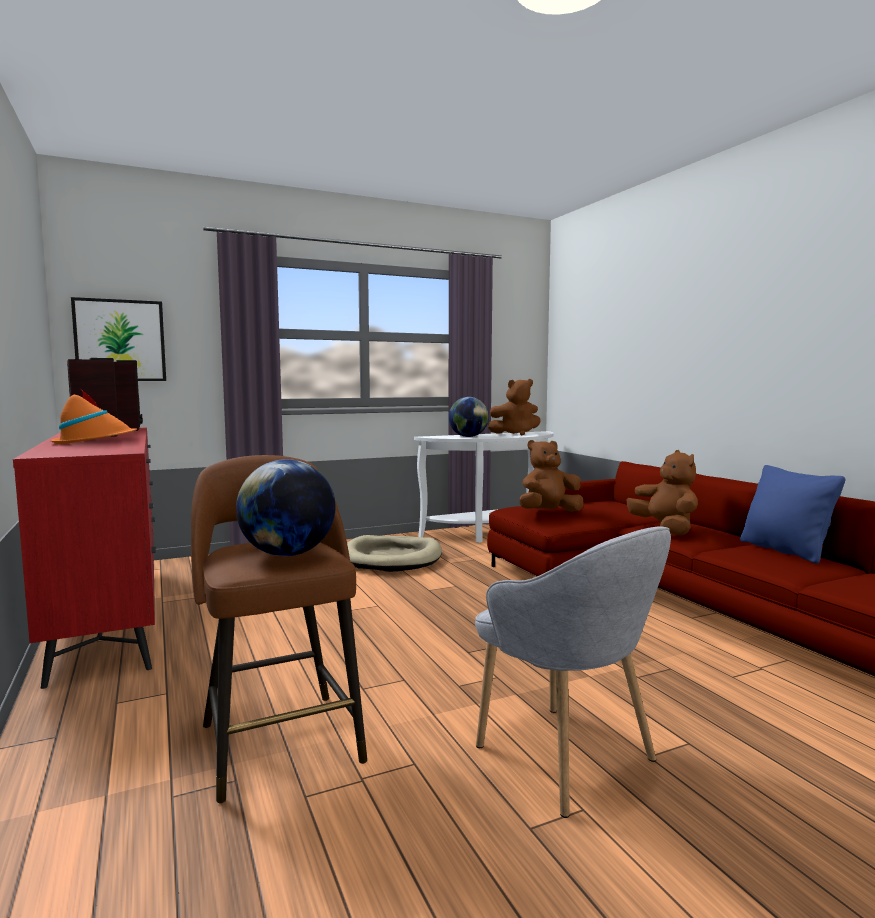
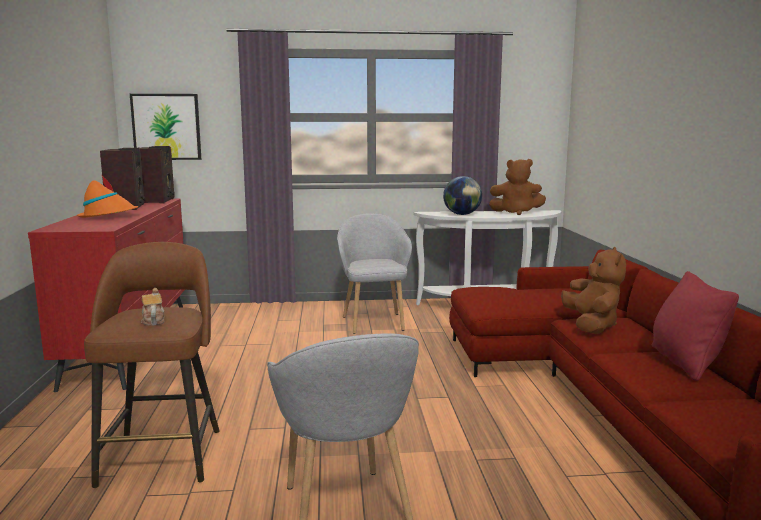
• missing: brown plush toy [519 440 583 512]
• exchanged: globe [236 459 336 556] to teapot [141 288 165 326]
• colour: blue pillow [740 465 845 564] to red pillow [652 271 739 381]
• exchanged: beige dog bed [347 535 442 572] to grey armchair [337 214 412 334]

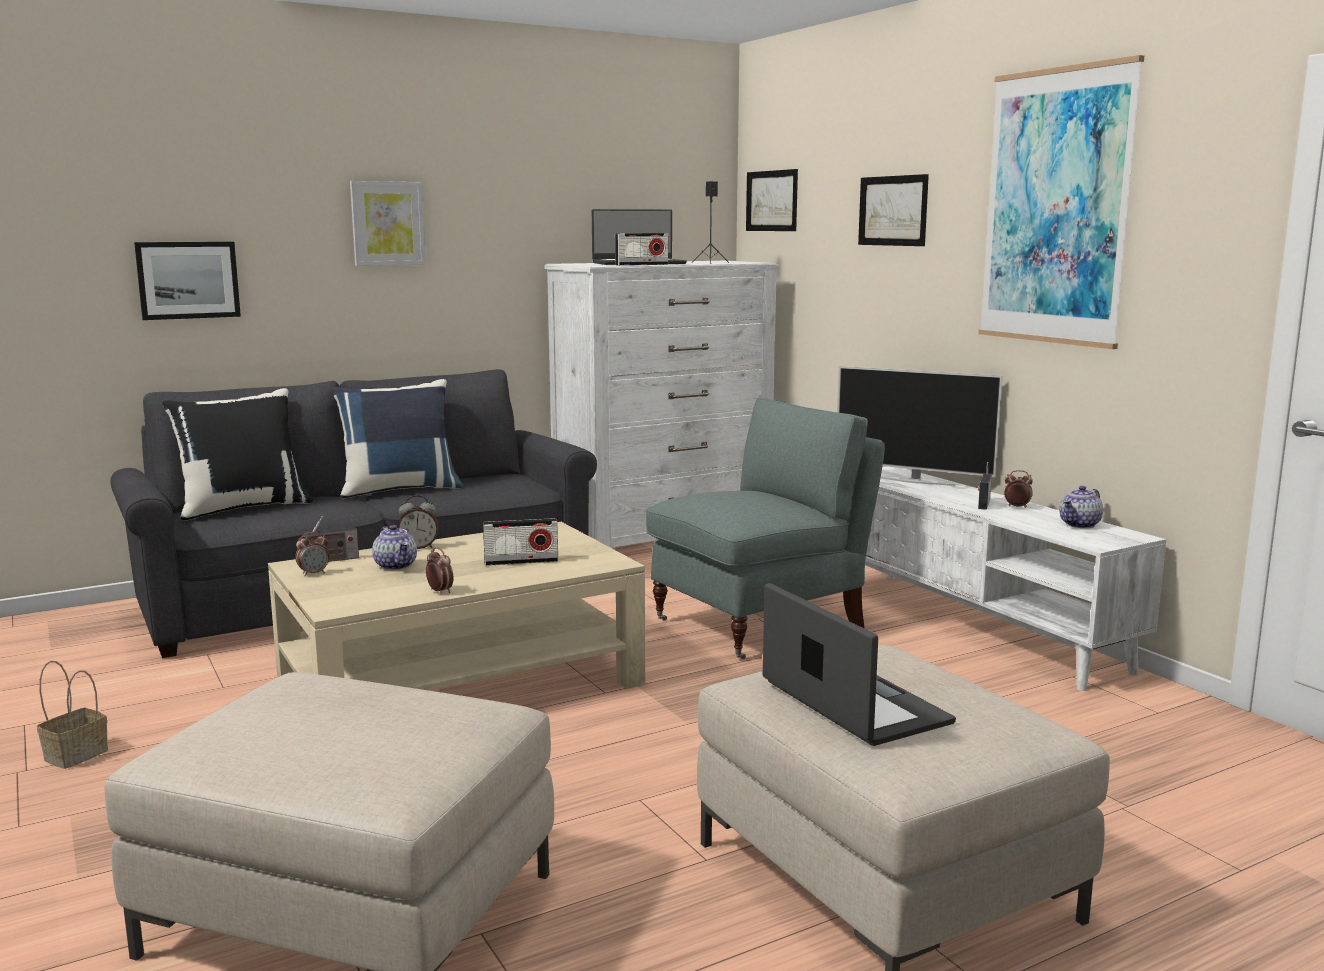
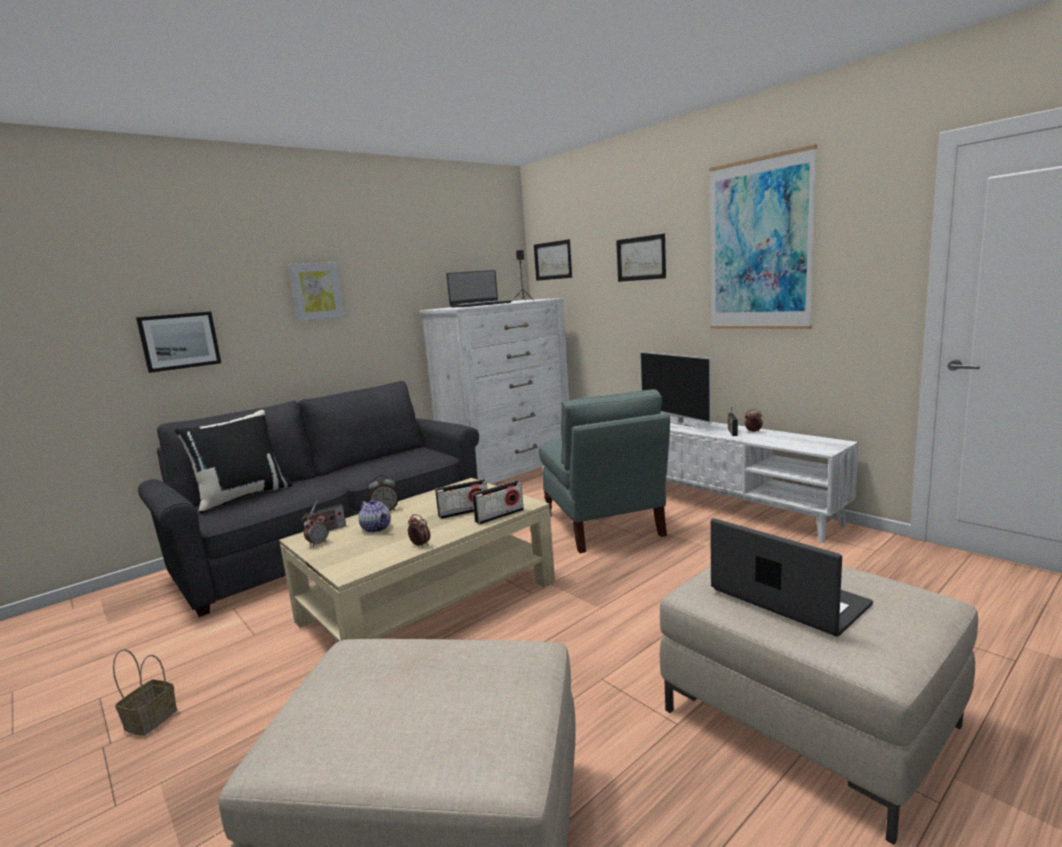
• relocated: radio [615 233 668 266] to [472 481 524 524]
• spun: television [837 366 1003 486] = [640 352 712 427] 45 degrees clockwise
• missing: blue pillow [331 379 463 499]
• spun: grey armchair [646 398 885 659] = [539 389 670 553] 120 degrees clockwise
• missing: teapot [1060 486 1103 528]

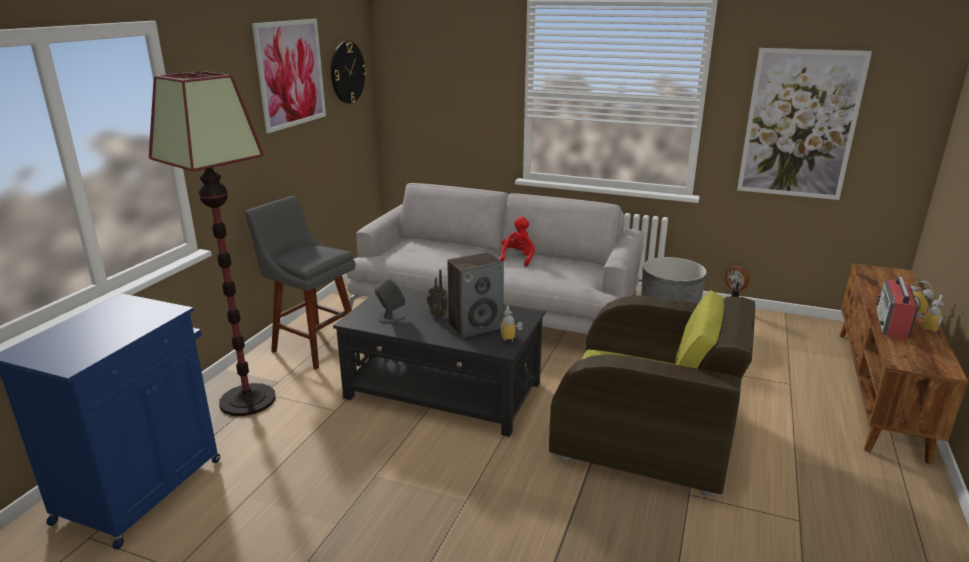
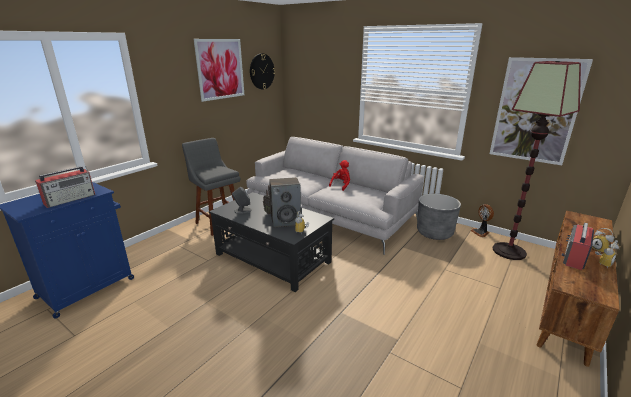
• relocated: floor lamp [149 71 276 416] to [493 61 581 260]
• missing: brown armchair [549 290 755 497]
• appeared: radio [35 166 95 208]

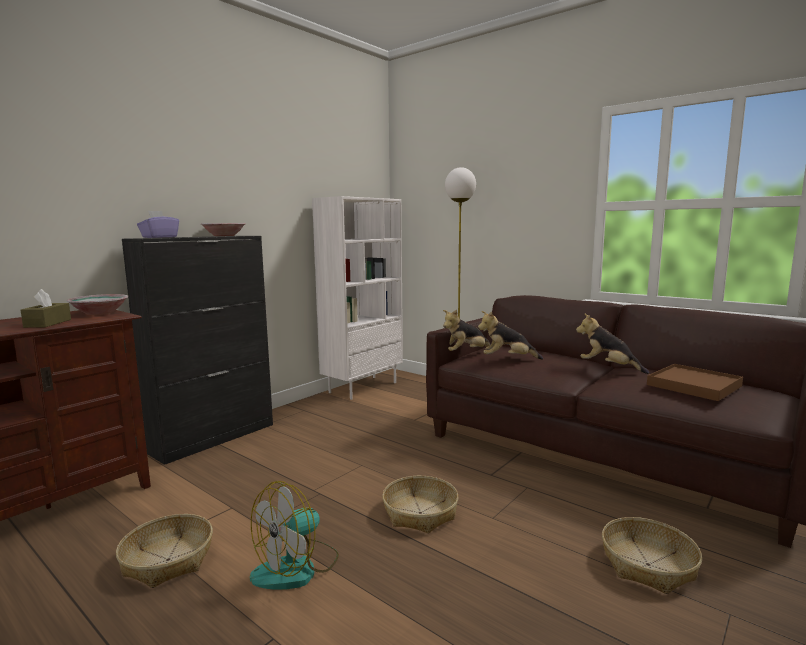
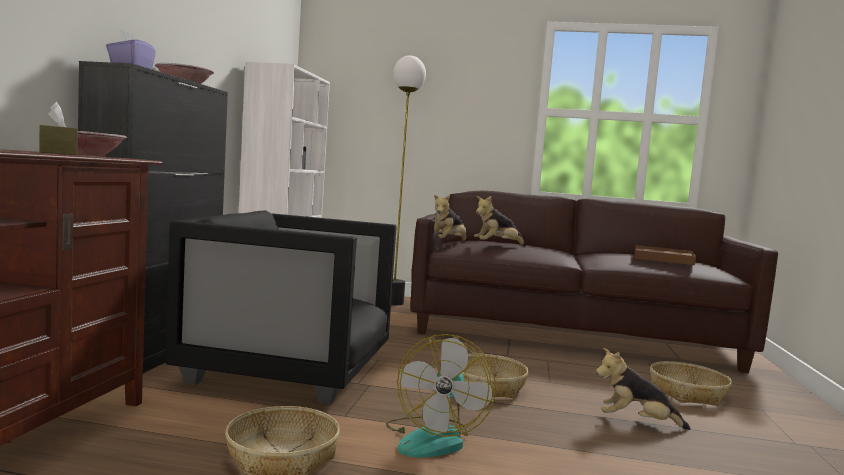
• relocated: plush toy [576 313 649 374] to [596 348 690 430]
• appeared: black armchair [165 211 397 405]

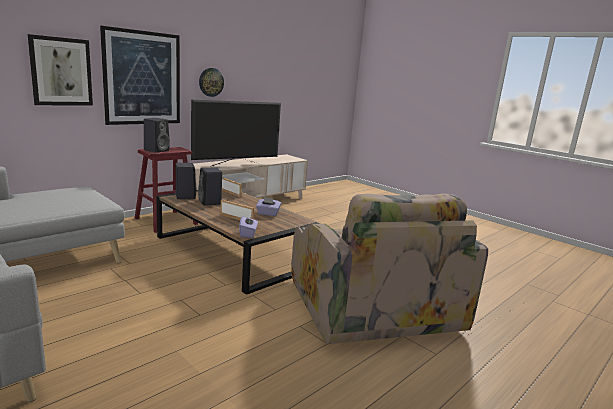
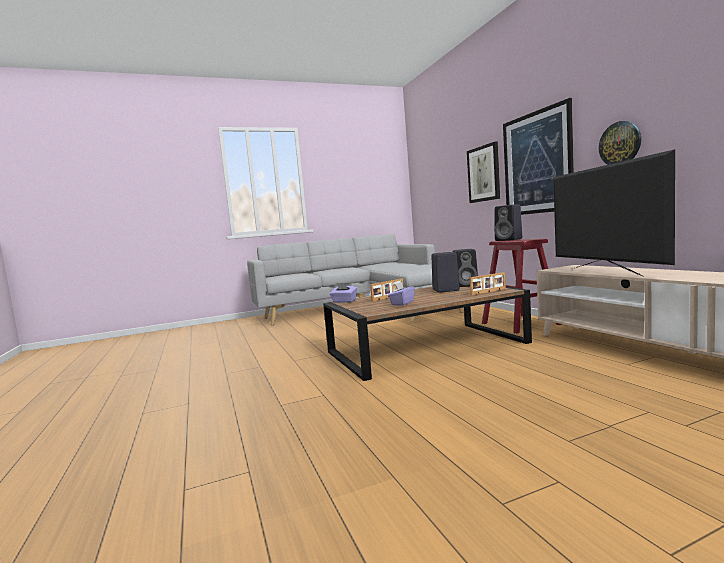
• missing: armchair [291 194 488 344]

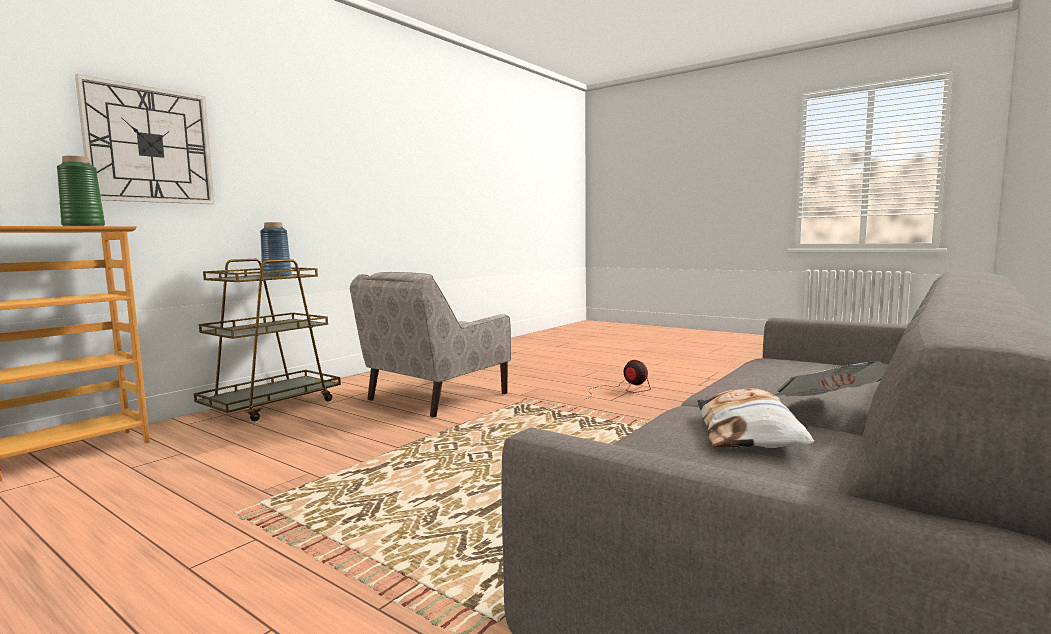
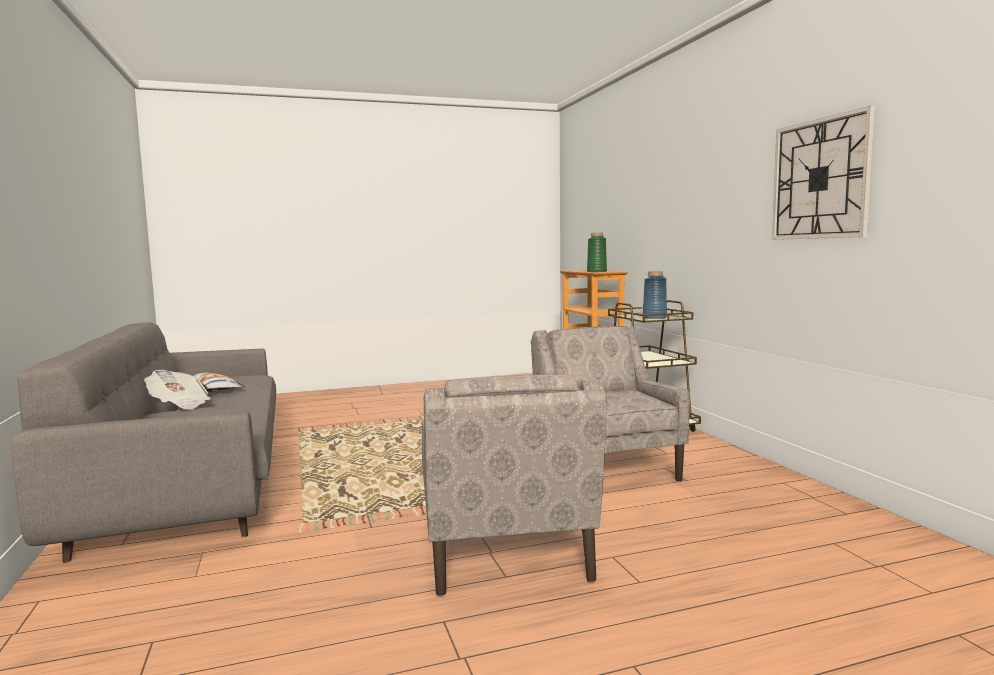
• relocated: wall clock [75 74 215 204] to [772 106 875 240]
• exchanged: fan [586 360 651 399] to beige armchair [422 374 608 596]

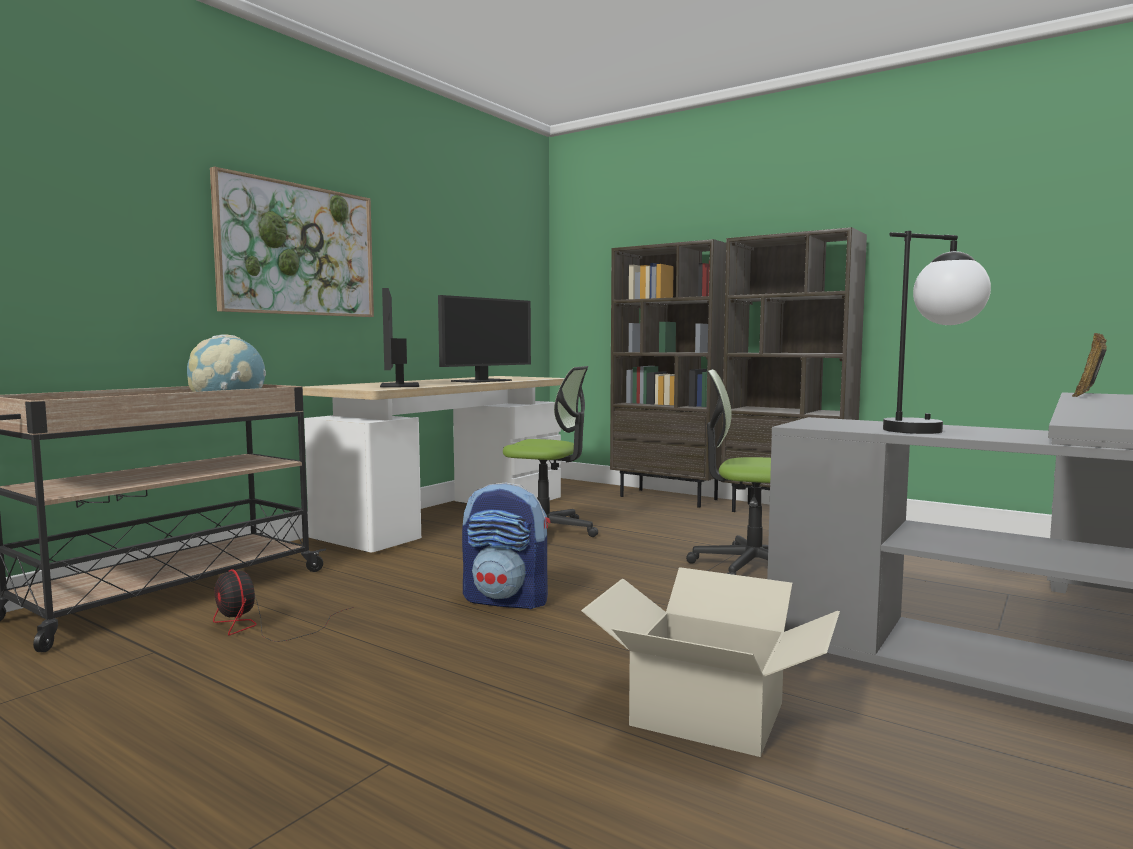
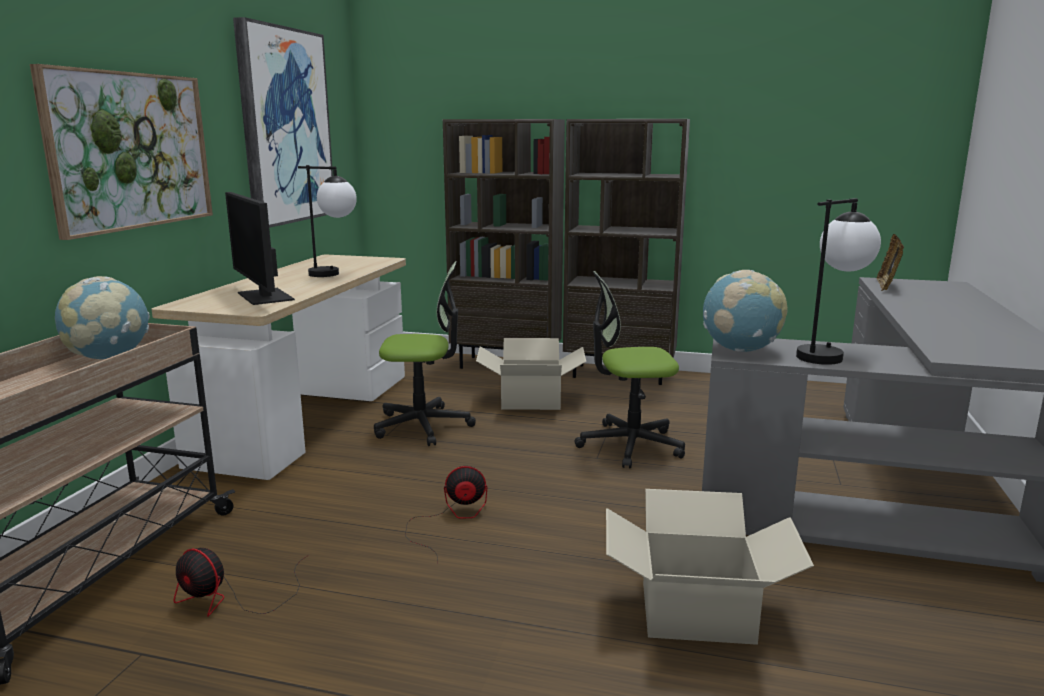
• exchanged: monitor [438 295 531 383] to table lamp [298 165 357 277]
• exchanged: backpack [462 482 550 609] to fan [405 466 487 564]
• appeared: picture [233 17 333 228]
• appeared: globe [703 270 788 352]
• appeared: cardboard box [476 338 586 410]

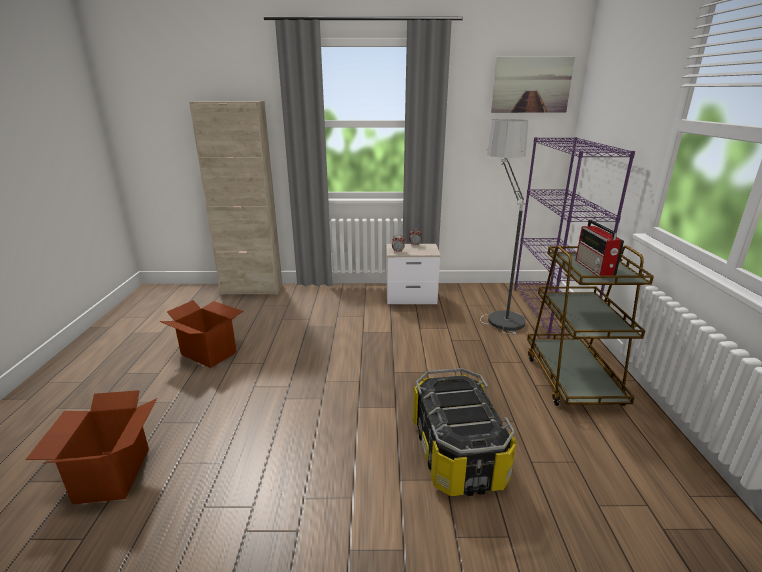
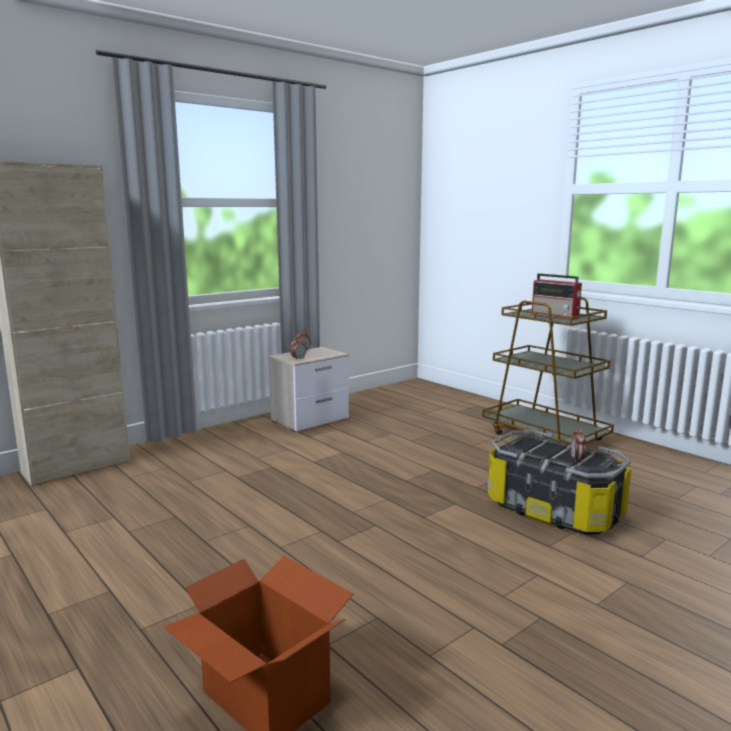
• missing: picture [491 57 575 113]
• missing: floor lamp [480 119 528 334]
• missing: purple bookcase [514 137 635 339]
• missing: cardboard box [159 300 243 368]
• appeared: alarm clock [571 428 586 462]

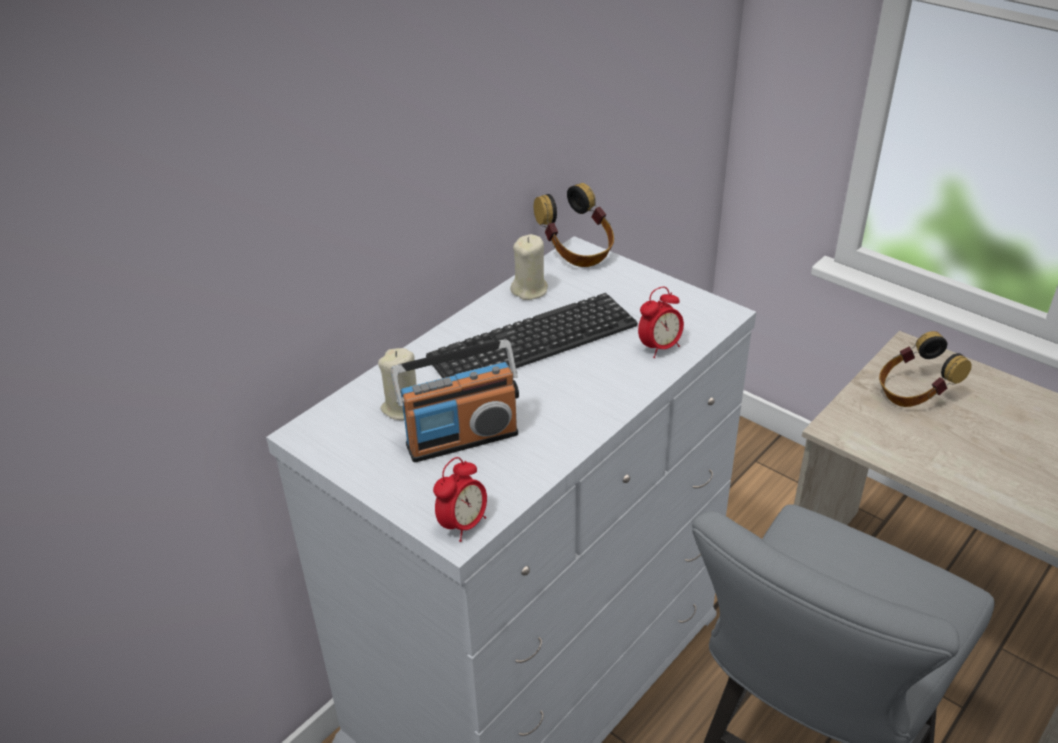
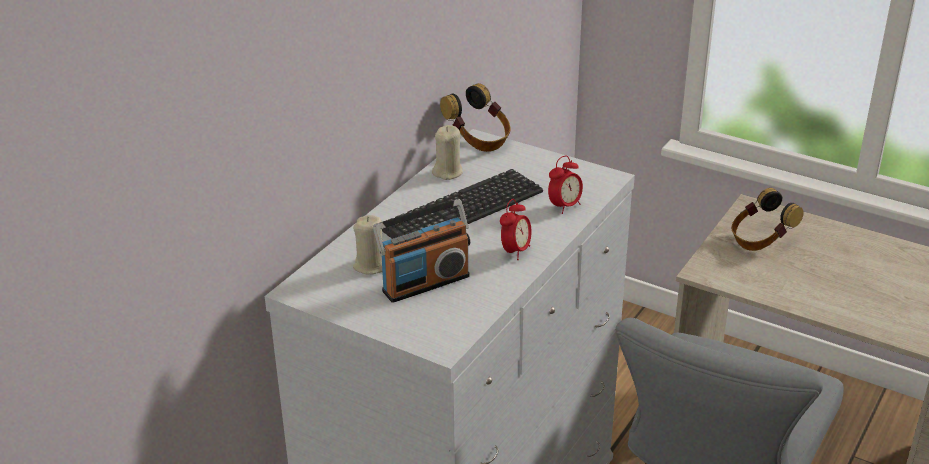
• relocated: alarm clock [433 457 487 542] to [500 199 532 260]

